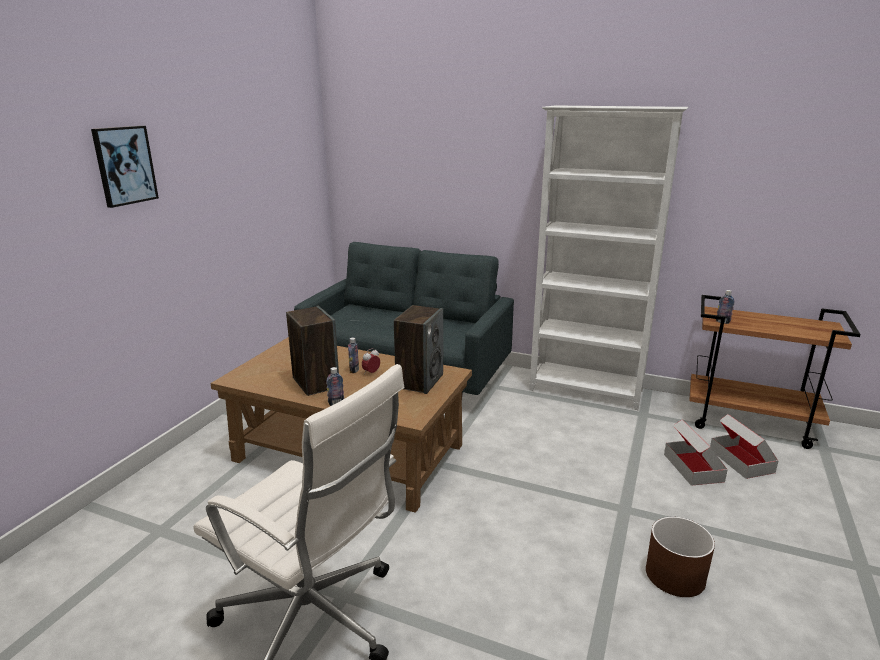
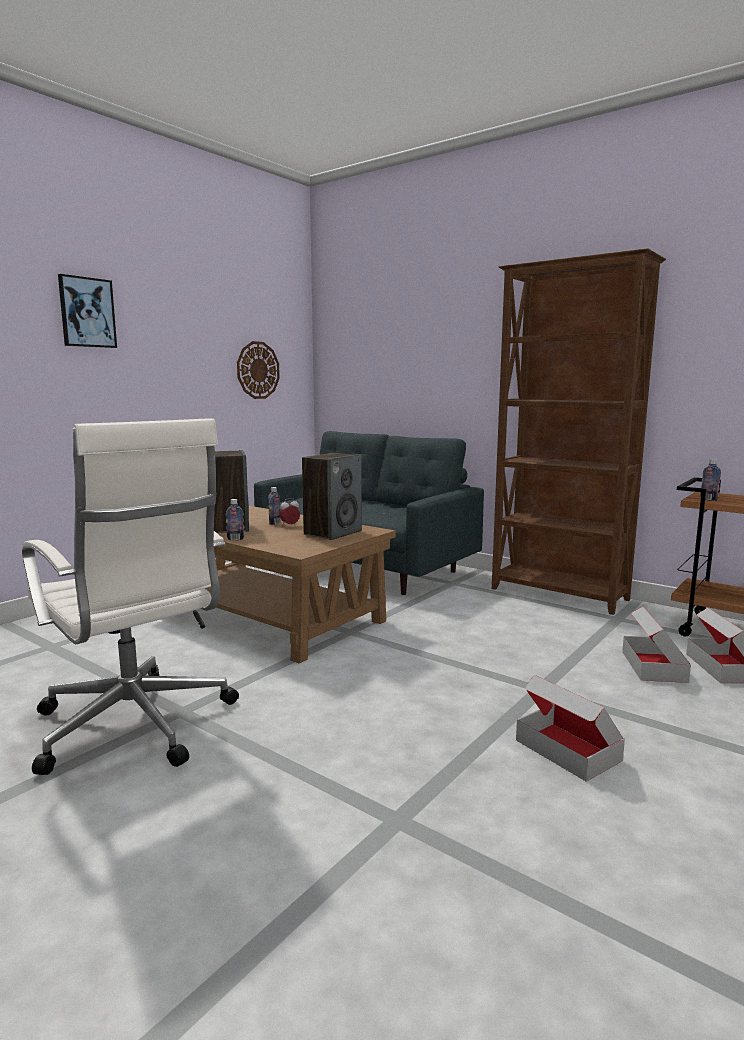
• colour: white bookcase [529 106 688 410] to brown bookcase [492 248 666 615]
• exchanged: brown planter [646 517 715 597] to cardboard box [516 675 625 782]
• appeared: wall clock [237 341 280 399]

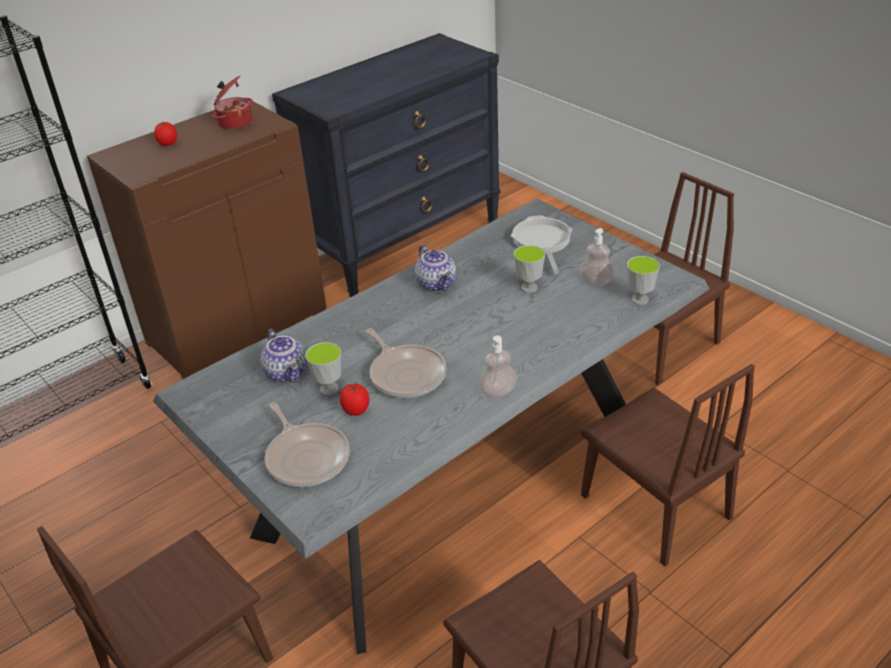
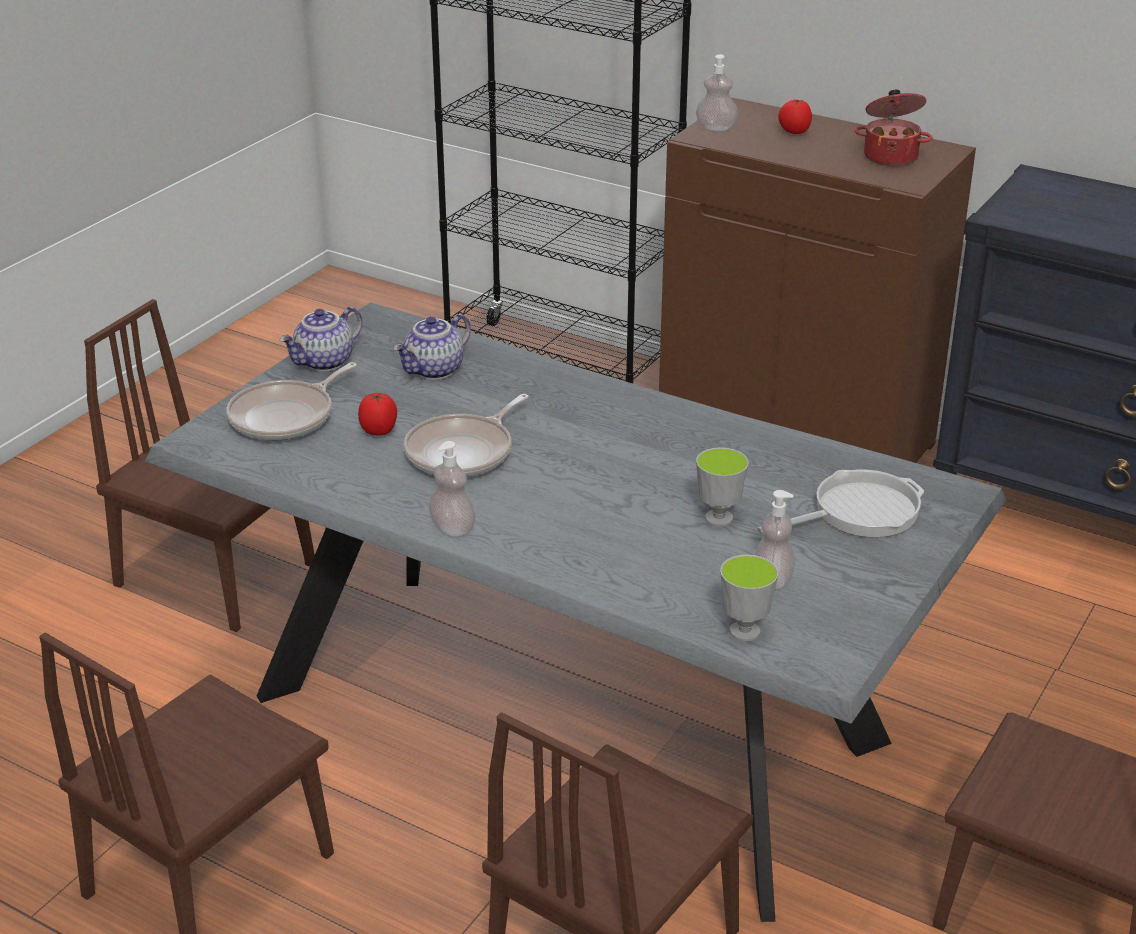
• relocated: teapot [415 245 456 292] to [280 307 363 371]
• missing: cup [305 342 341 395]
• appeared: soap dispenser [696 54 738 131]

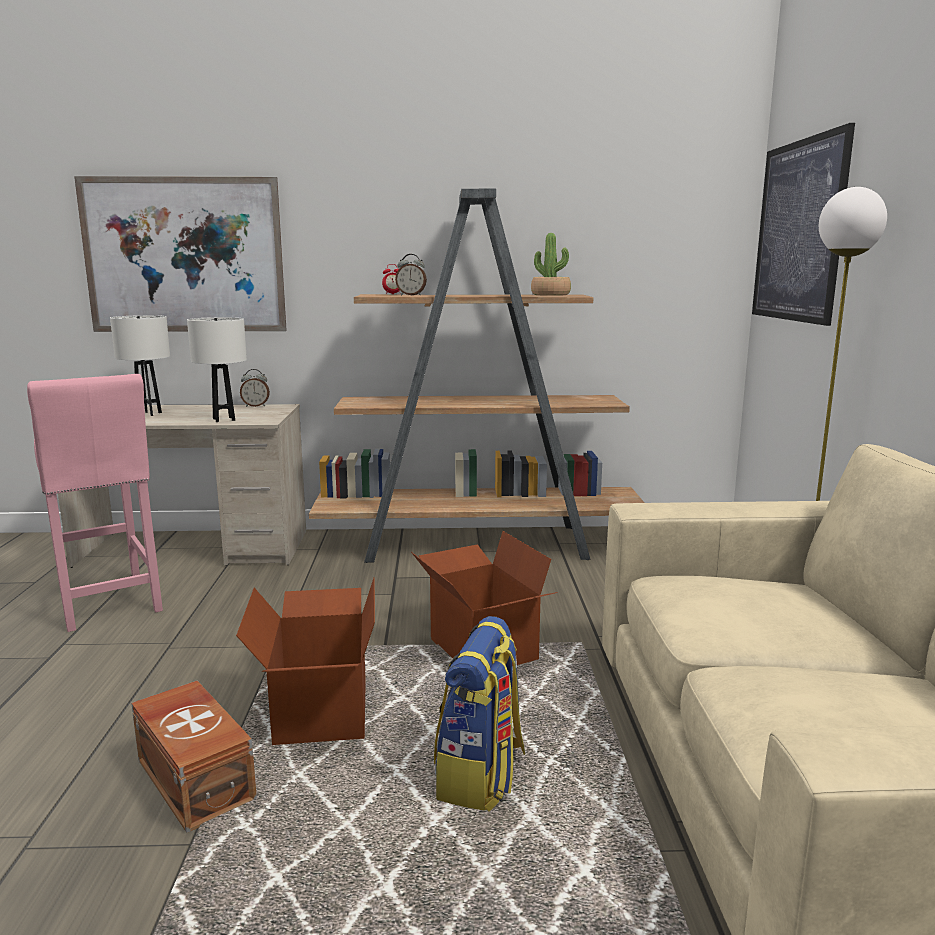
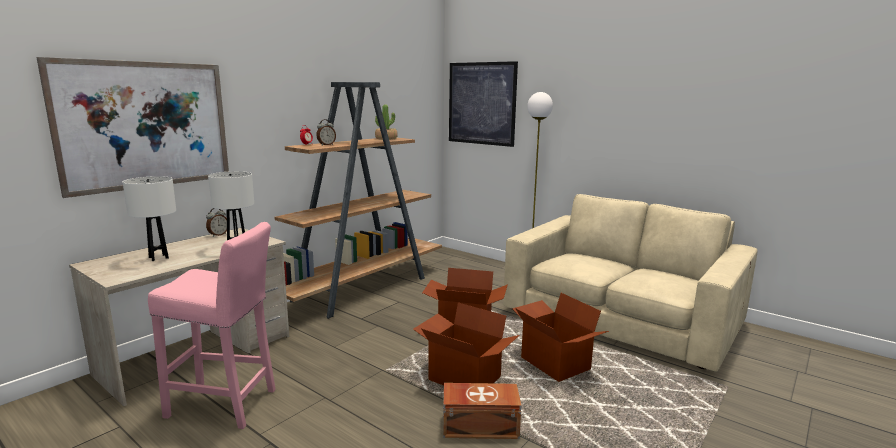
• exchanged: backpack [434 616 525 812] to cardboard box [512 293 609 382]

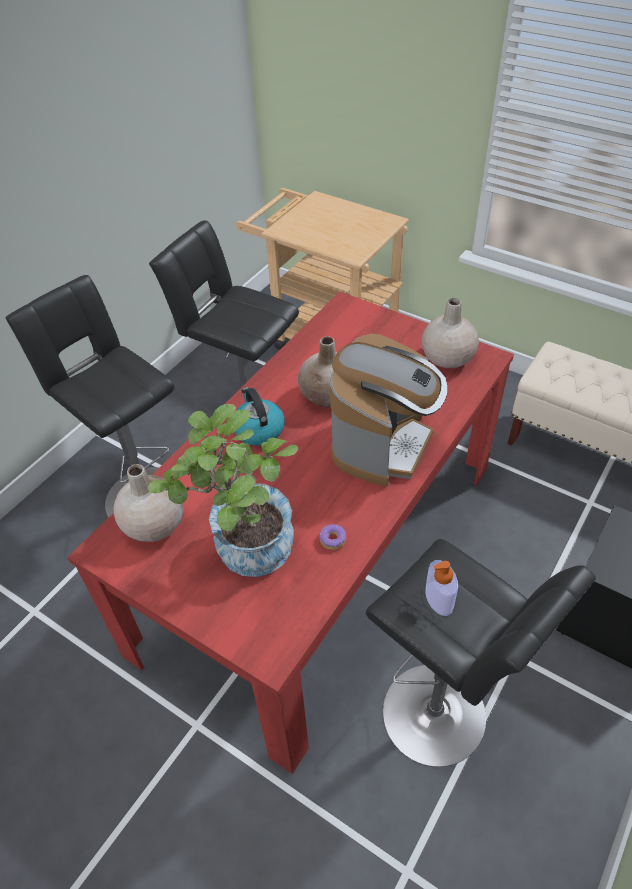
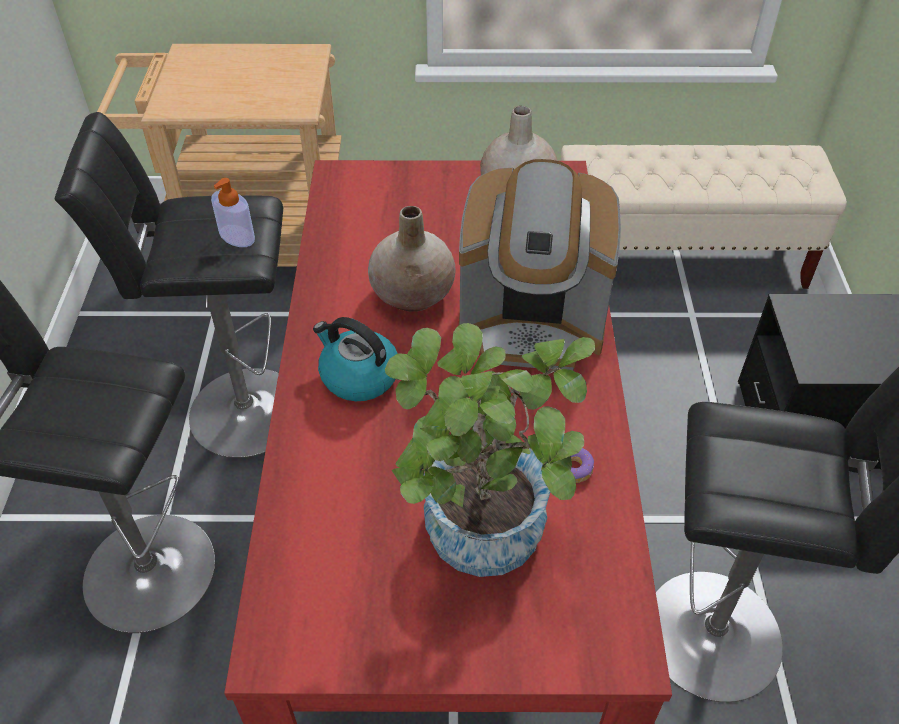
• spun: coffee machine [330 334 447 487] = [459 159 621 371] 105 degrees clockwise
• missing: beige vase [113 464 184 542]
• relocated: soap dispenser [425 560 458 616] to [211 178 255 247]

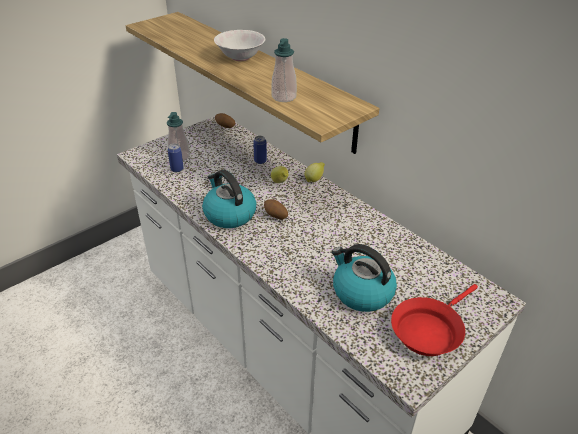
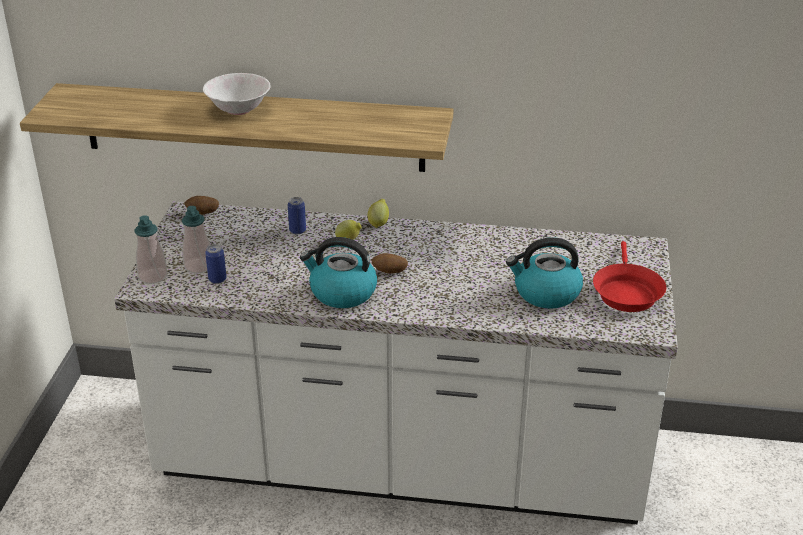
• relocated: soap dispenser [271 38 297 102] to [134 215 168 284]

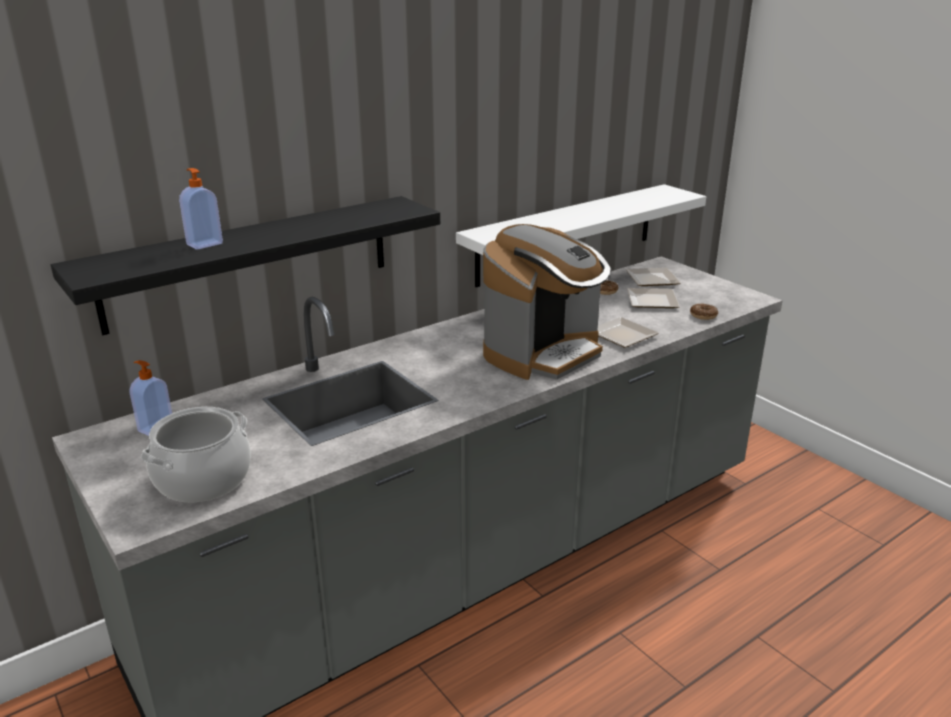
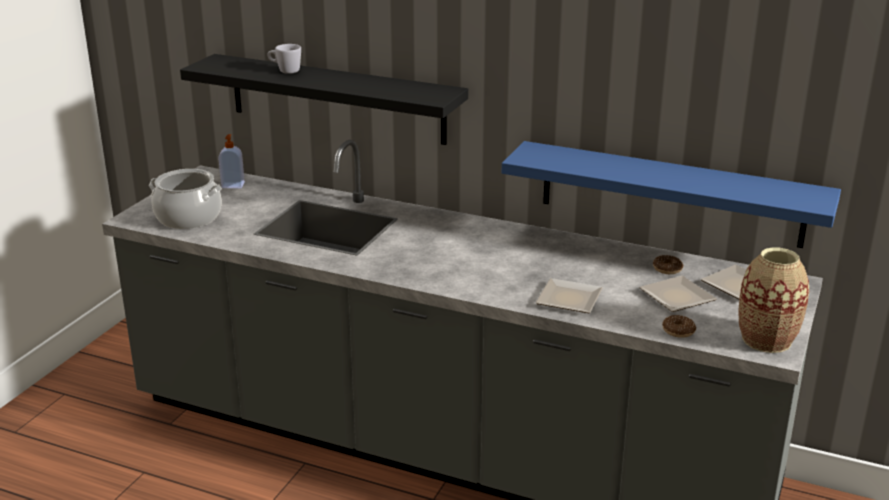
• exchanged: soap dispenser [179 168 223 250] to white mug [267 44 301 74]
• colour: white shelf [456 184 706 287] to blue shelf [502 141 841 248]
• missing: coffee machine [483 224 611 380]
• appeared: vase [738 247 809 353]

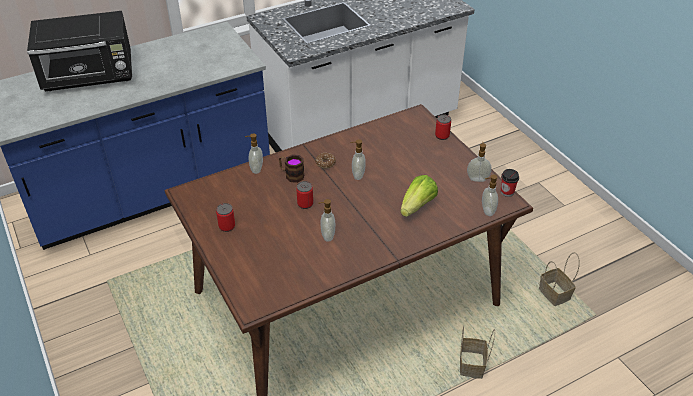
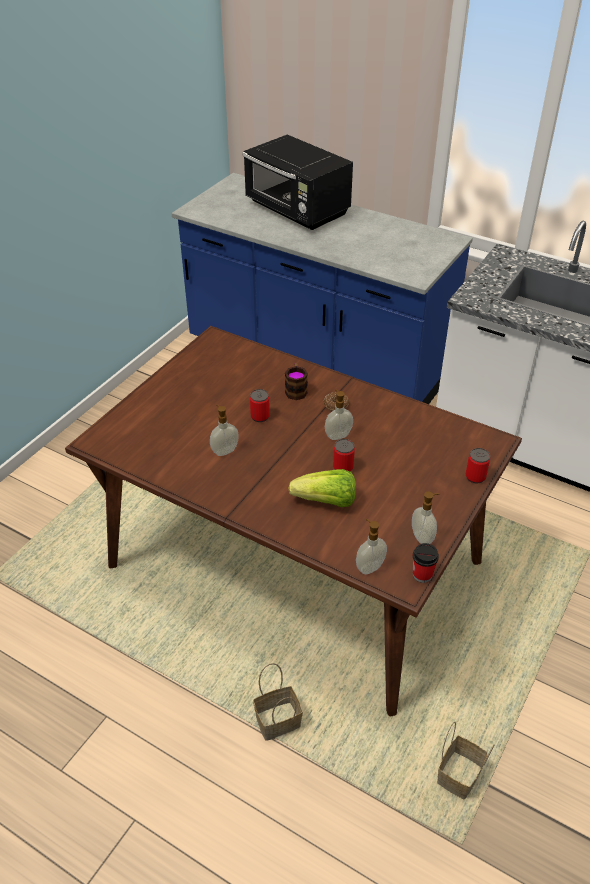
• missing: soap dispenser [245 133 263 174]
• relocated: can [216 203 235 232] to [333 439 355 472]

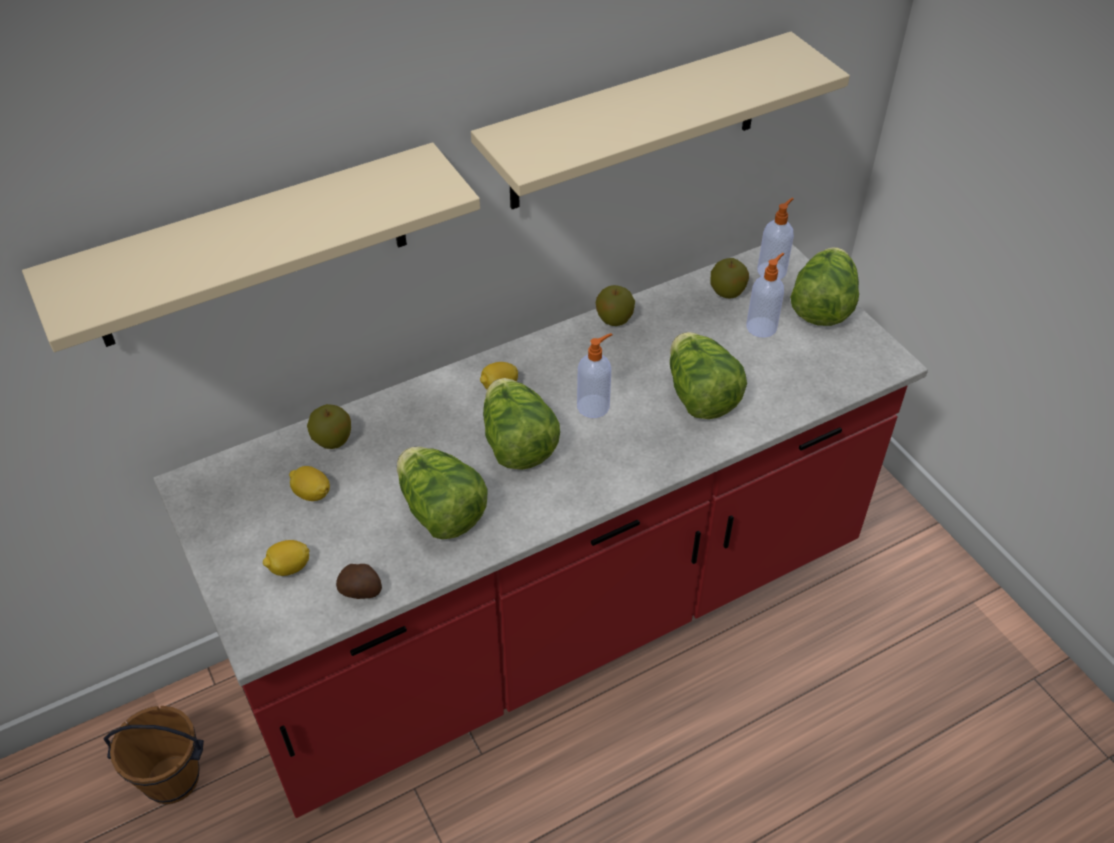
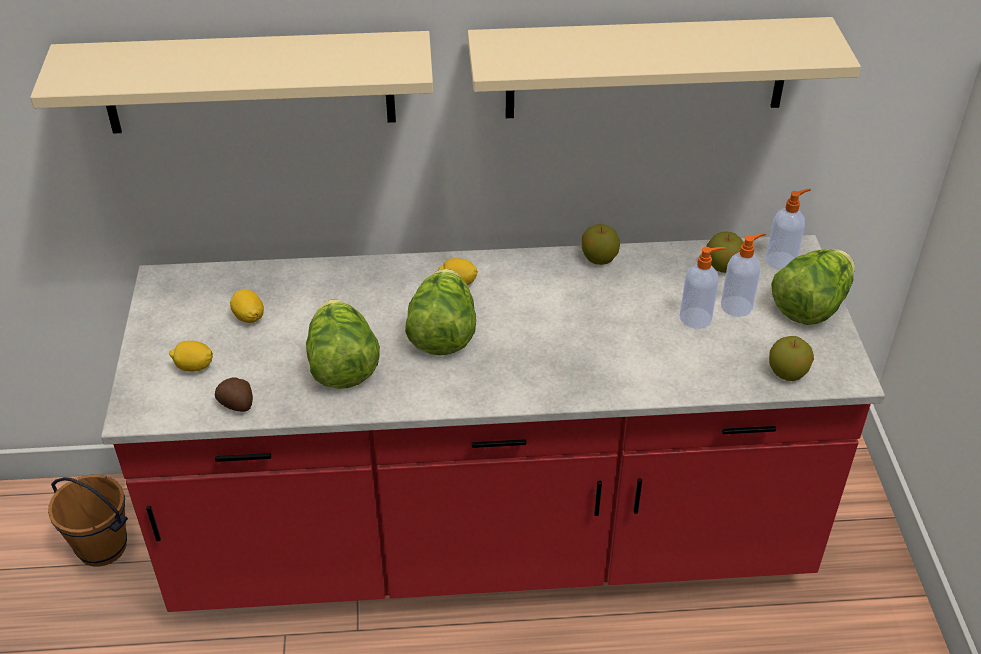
• missing: lettuce [670 332 747 419]
• relocated: soap dispenser [577 333 612 418] to [680 247 726 329]
• relocated: apple [307 404 351 449] to [769 336 814 381]

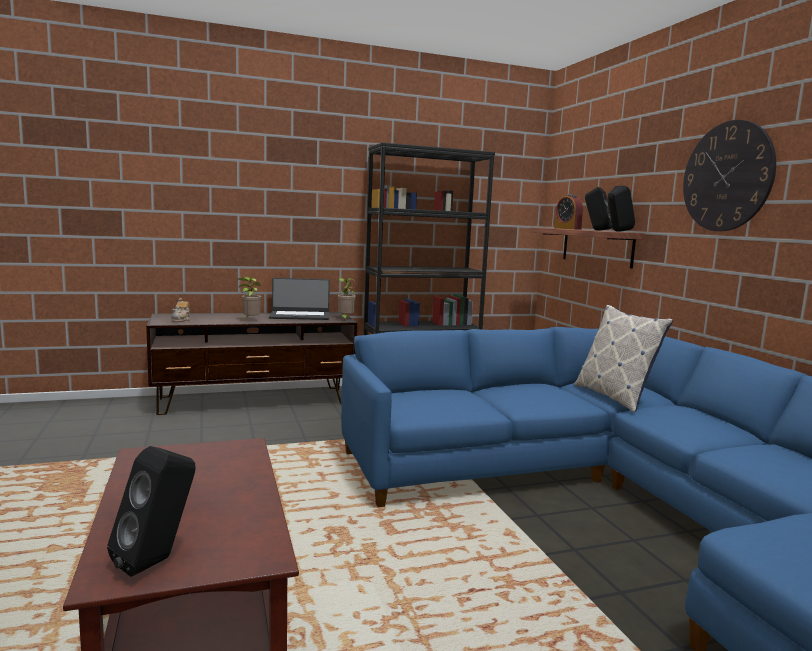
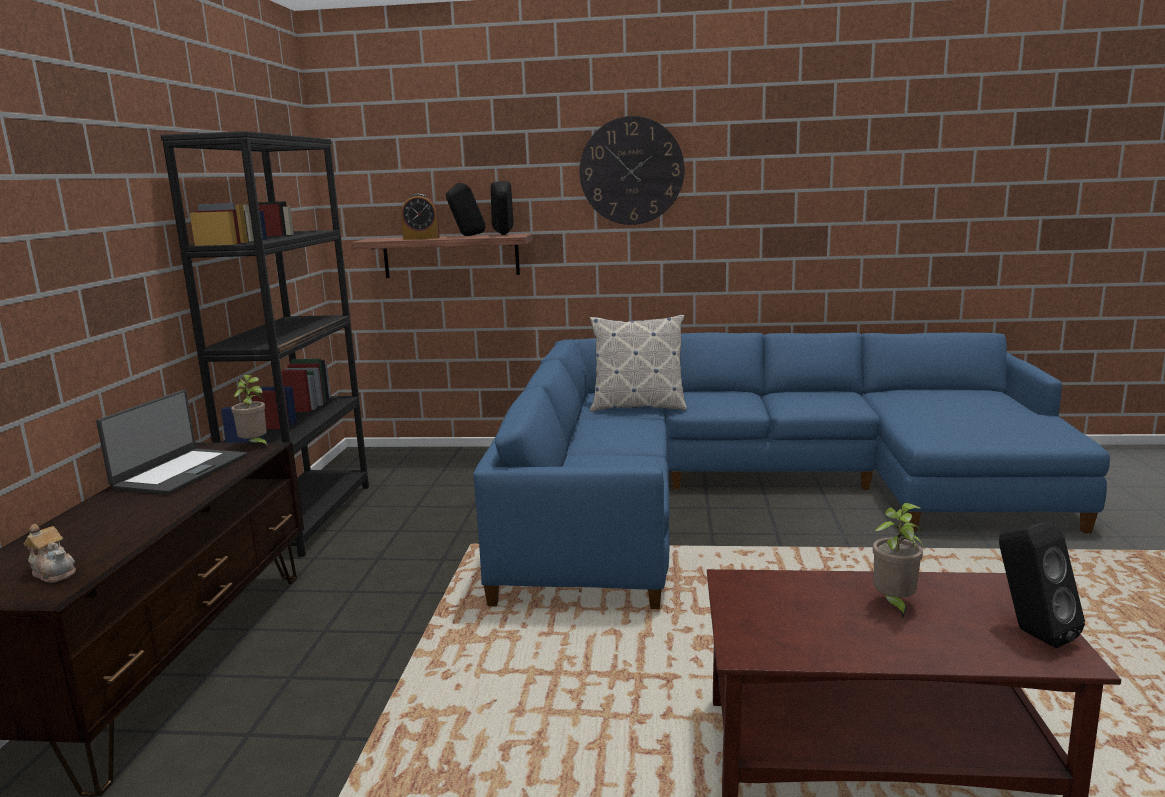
• relocated: potted plant [238 277 261 321] to [873 503 925 619]

